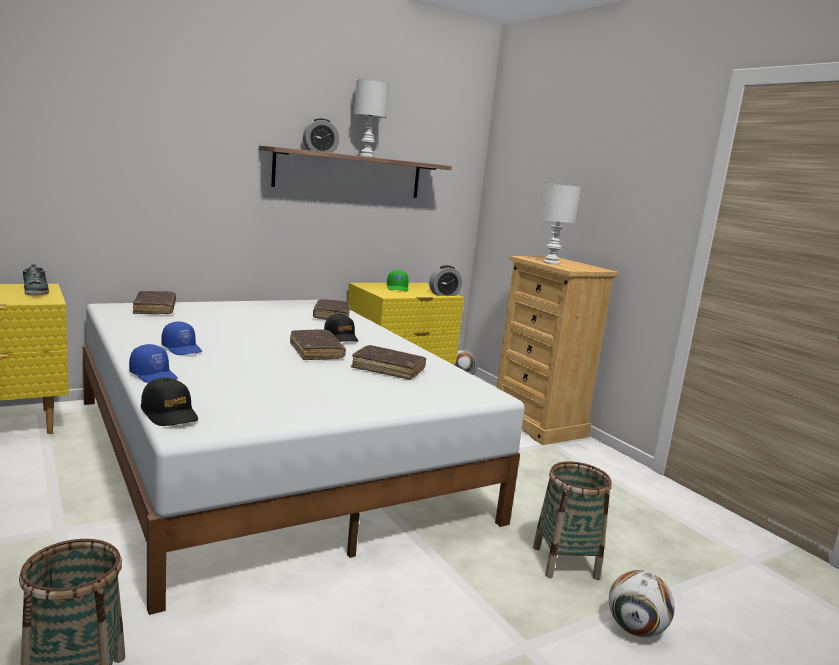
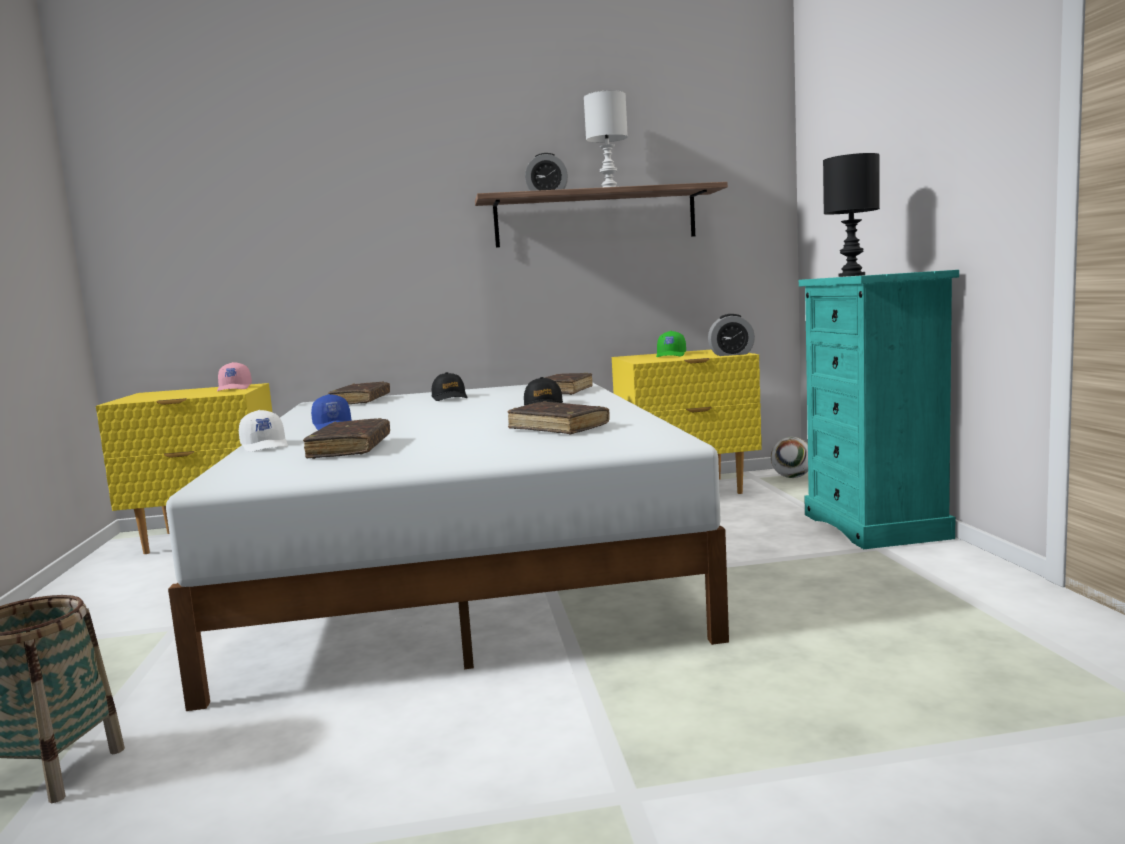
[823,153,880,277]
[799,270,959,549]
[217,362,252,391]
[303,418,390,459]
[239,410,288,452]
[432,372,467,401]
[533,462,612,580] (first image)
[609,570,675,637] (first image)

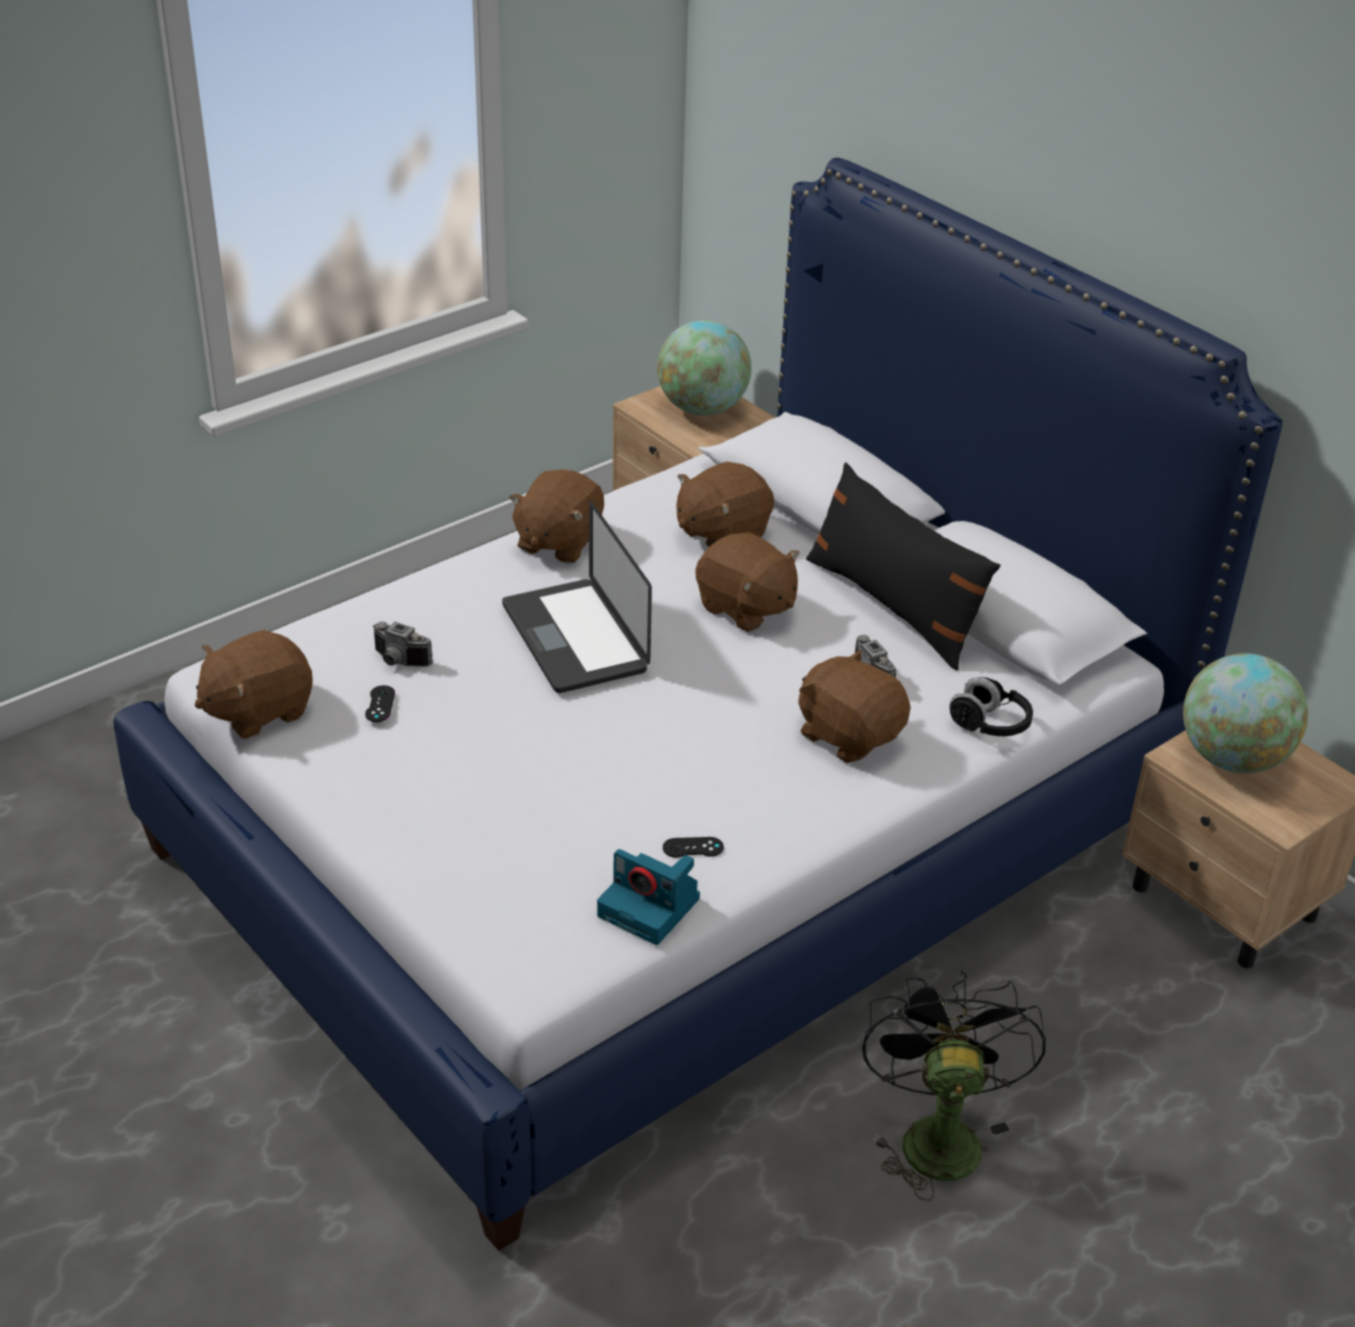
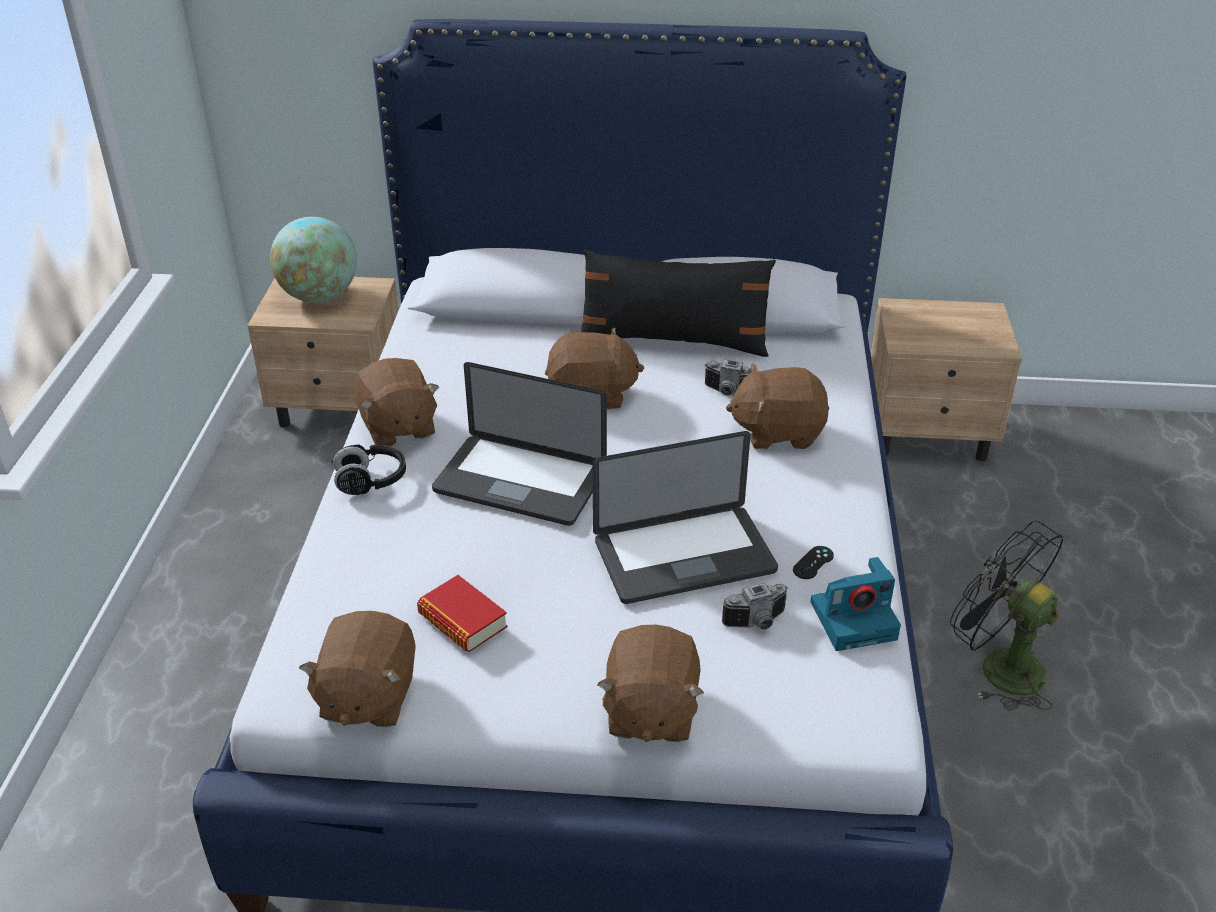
[597,625,704,742]
[722,582,788,630]
[1183,653,1308,773] (first image)
[331,444,406,495]
[417,575,508,652]
[592,431,778,604]

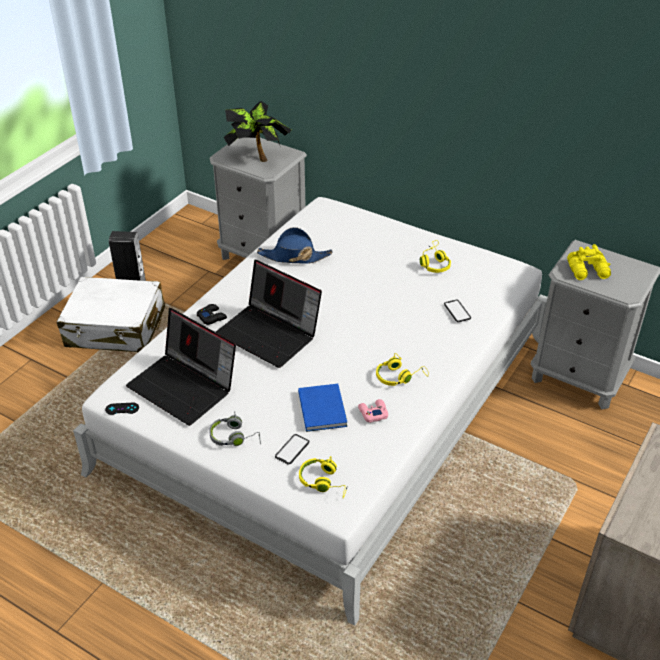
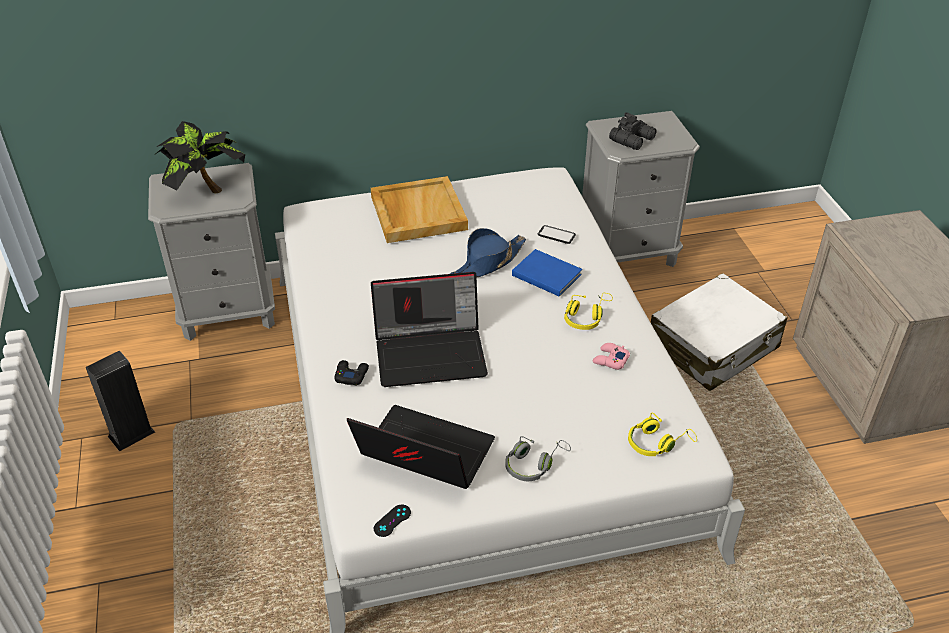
[450,228,526,277]
[420,240,451,273] (first image)
[609,112,656,150]
[651,273,788,391]
[347,405,495,489]
[512,249,582,297]
[275,434,309,465] (first image)
[371,176,468,243]

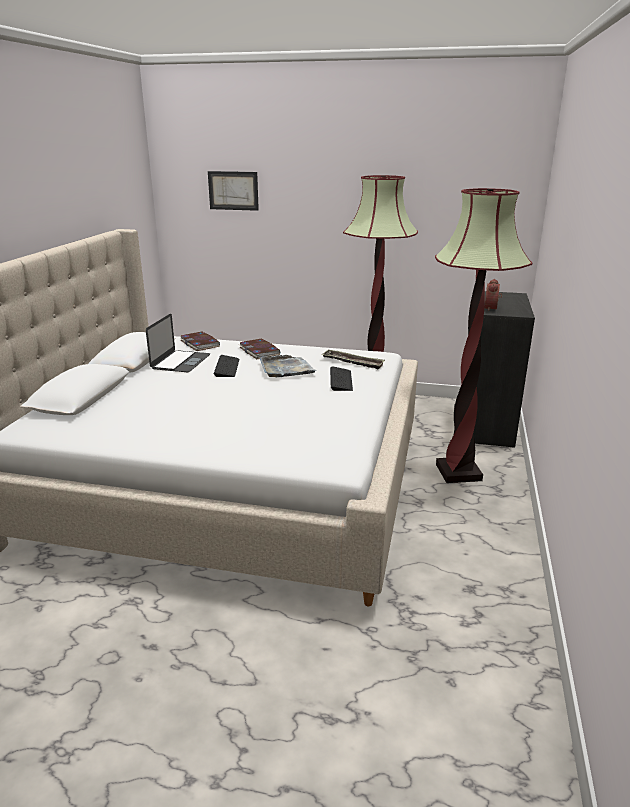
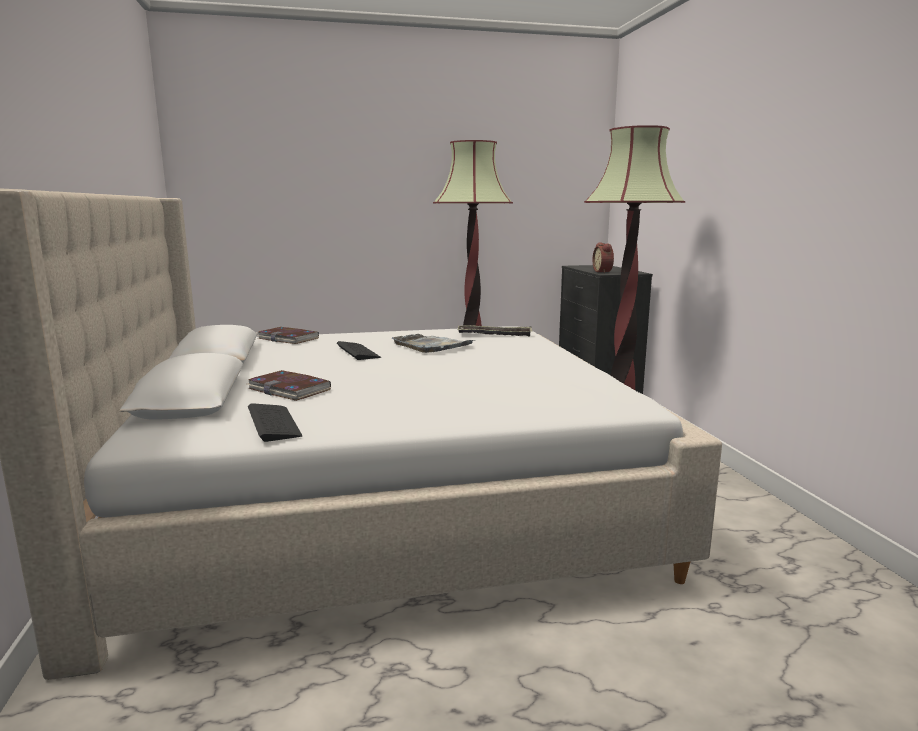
[208,171,259,211] (first image)
[146,314,210,372] (first image)
[247,370,331,401]
[248,403,303,442]

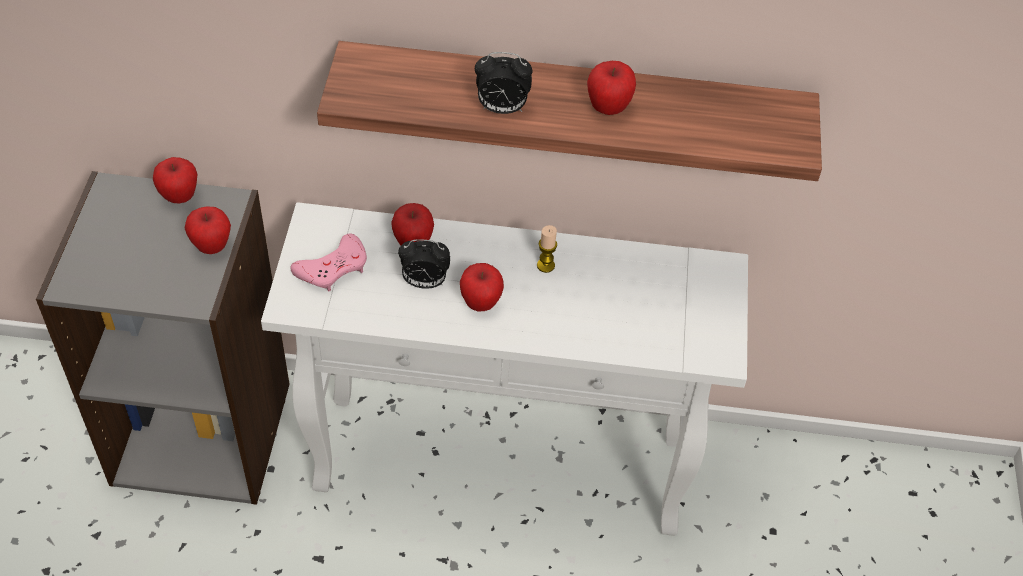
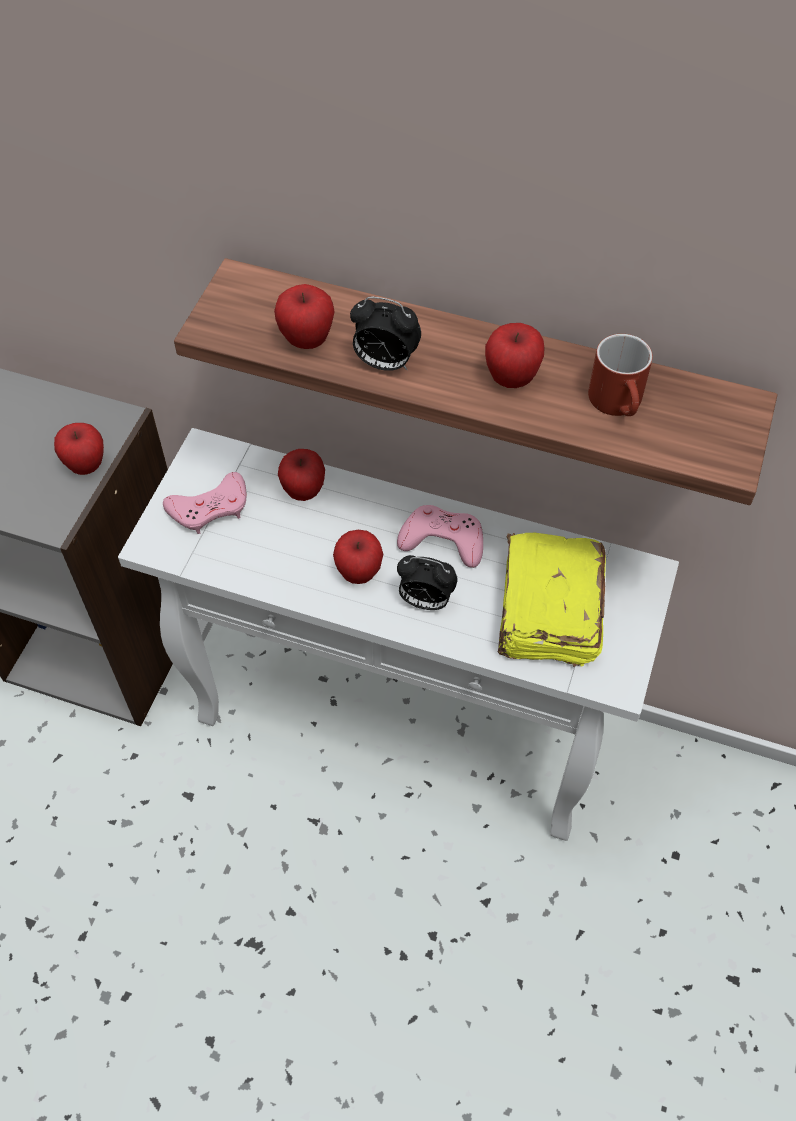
[274,284,335,349]
[397,505,483,568]
[397,555,458,610]
[588,334,653,416]
[498,532,606,667]

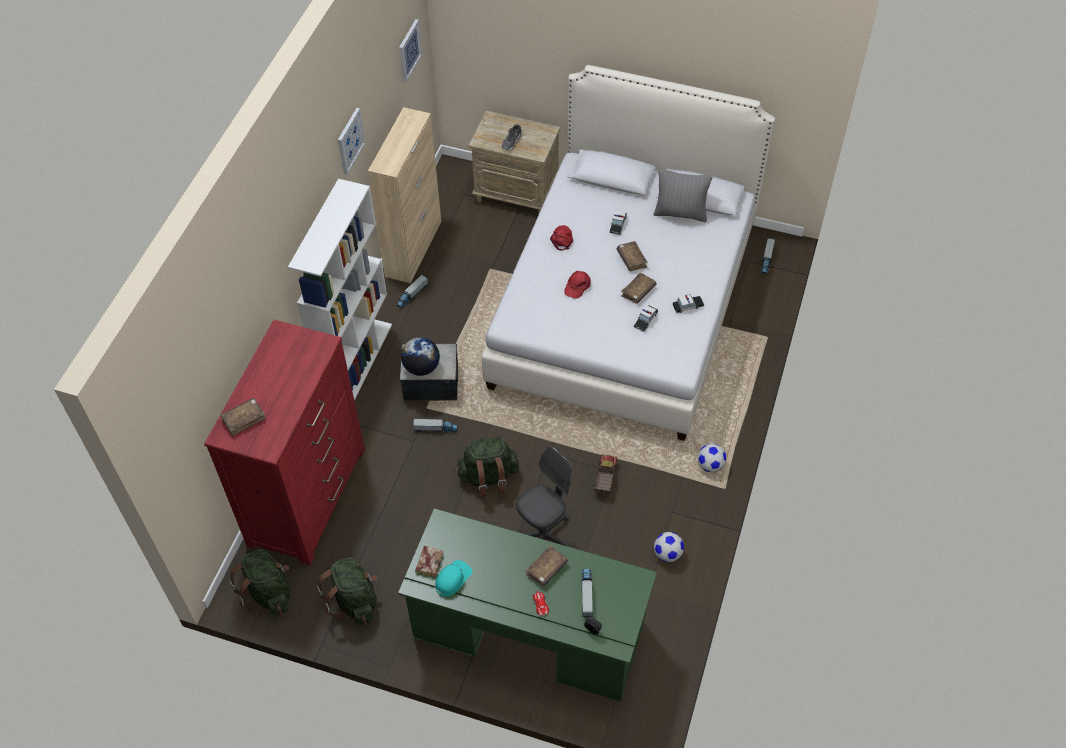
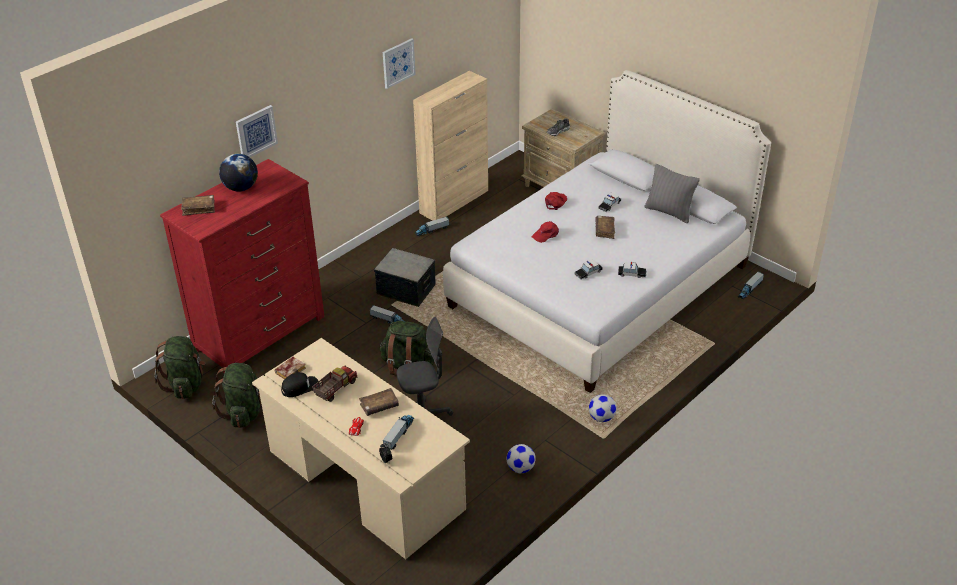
[236,105,278,157]
[288,179,392,401] (first image)
[621,272,656,304] (first image)
[219,154,258,192]
[312,366,357,402]
[252,338,470,559]
[281,372,320,397]

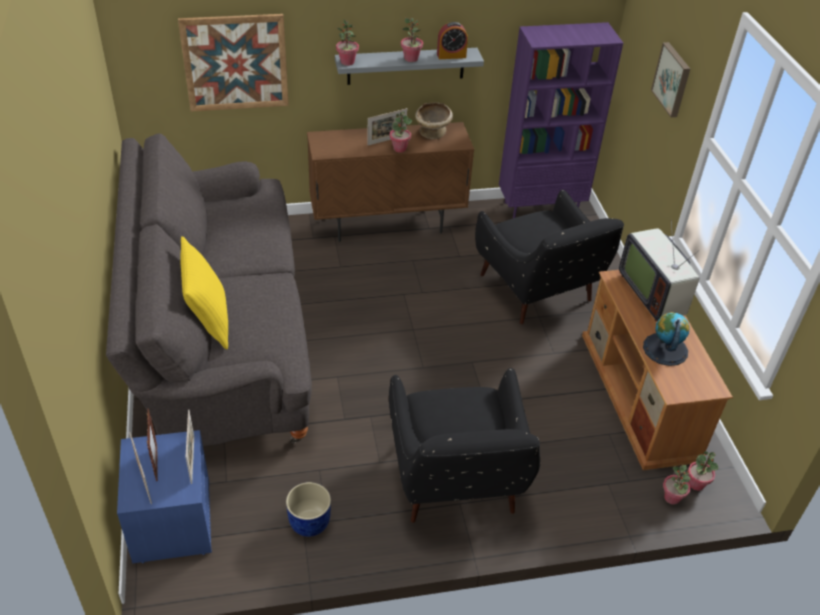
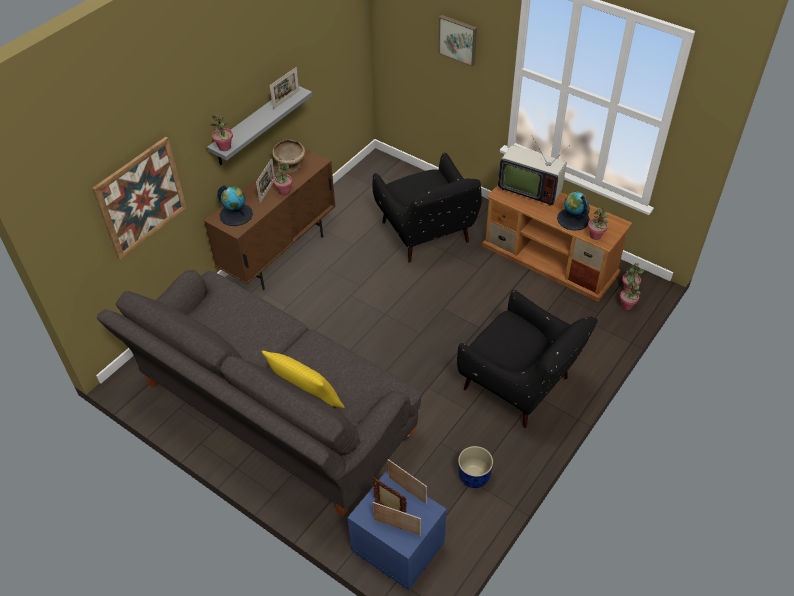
[588,208,609,240]
[270,67,299,109]
[499,22,623,218] (first image)
[372,152,482,263]
[217,185,253,226]

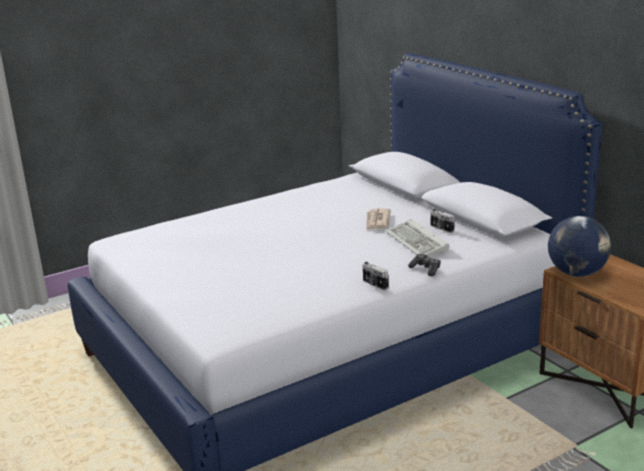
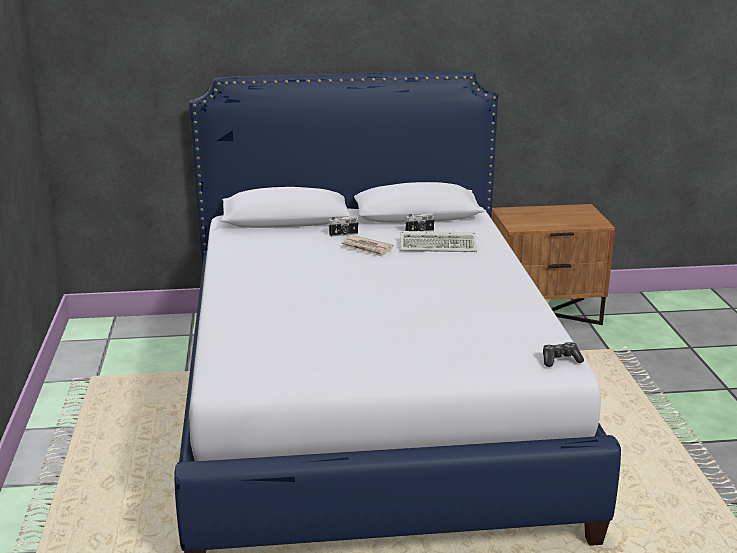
[548,216,611,277] (first image)
[543,342,584,367]
[328,216,359,237]

